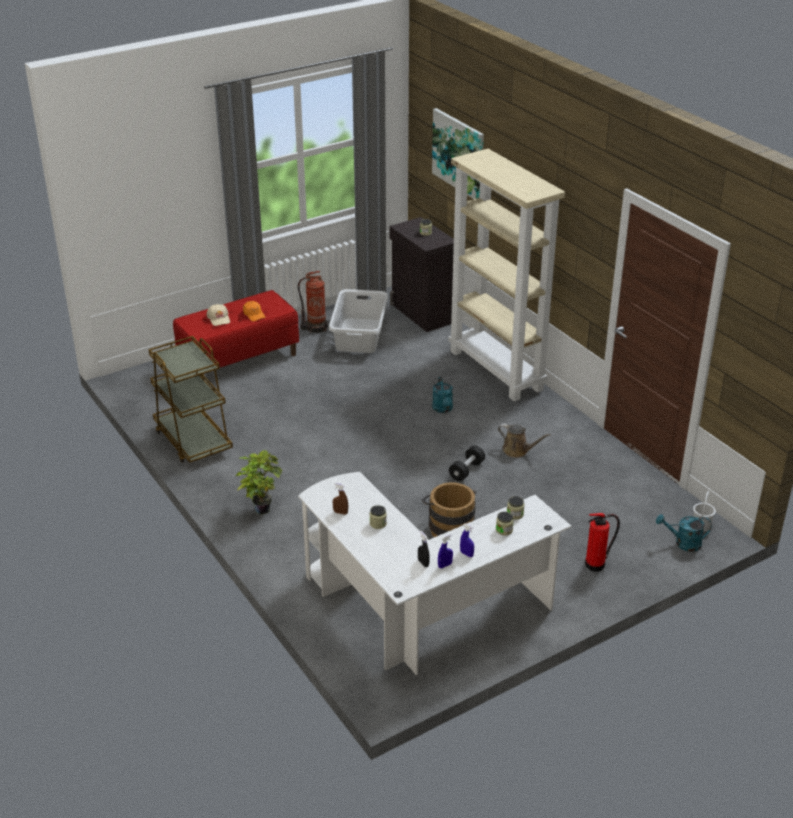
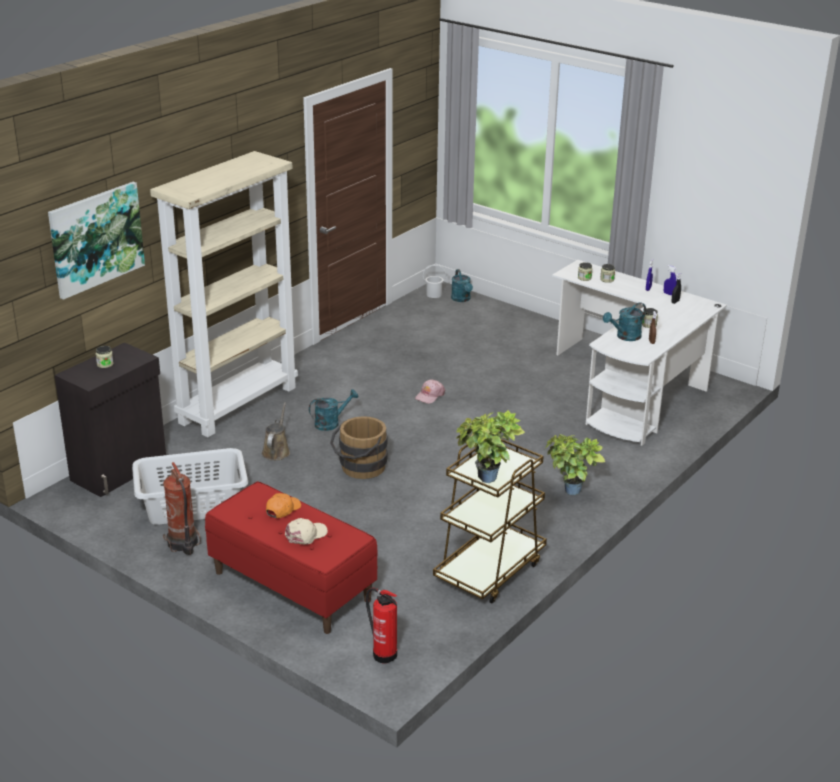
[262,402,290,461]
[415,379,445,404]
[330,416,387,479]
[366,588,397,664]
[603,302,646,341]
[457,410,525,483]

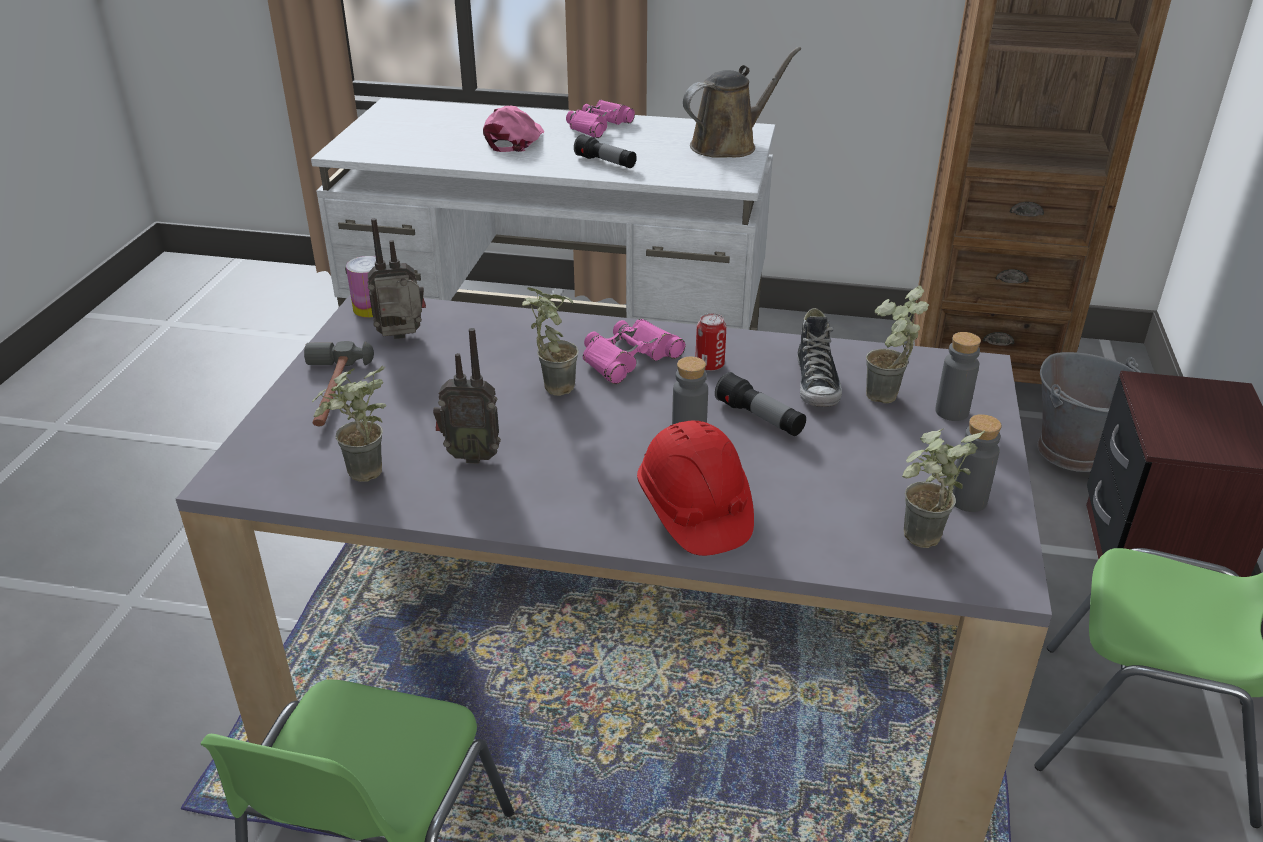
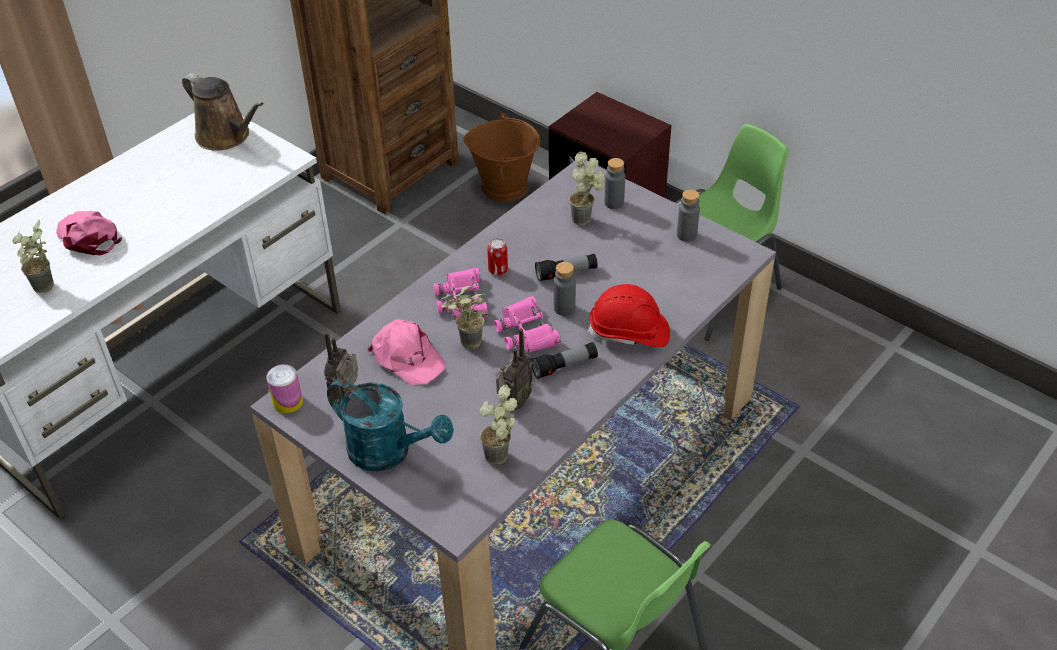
[182,73,264,151]
[494,296,561,353]
[531,342,598,379]
[797,308,842,407] (first image)
[327,379,454,472]
[463,113,540,202]
[12,220,54,293]
[368,319,446,385]

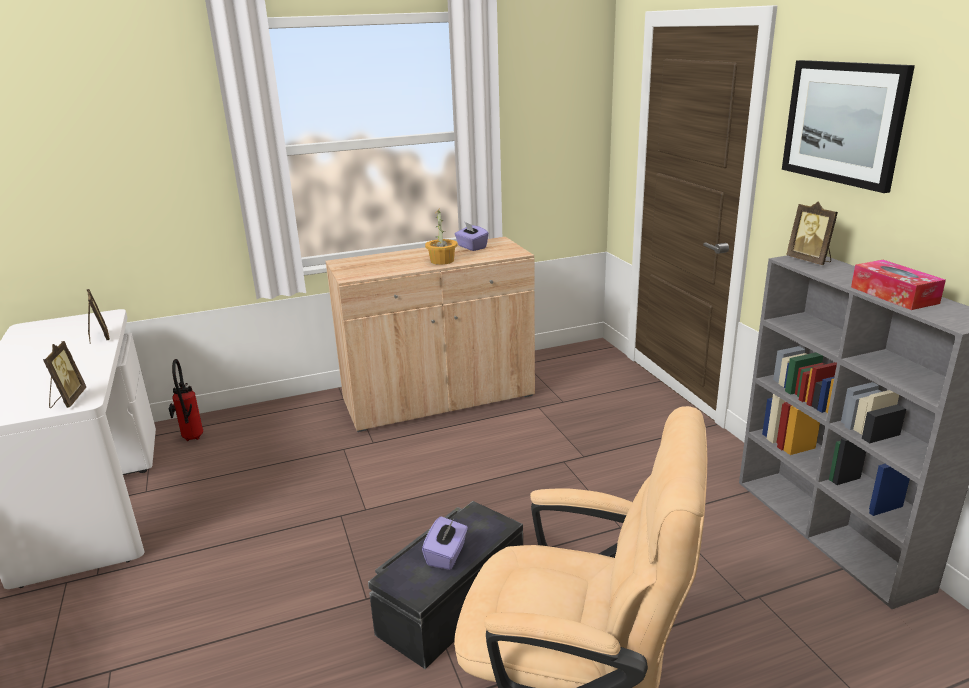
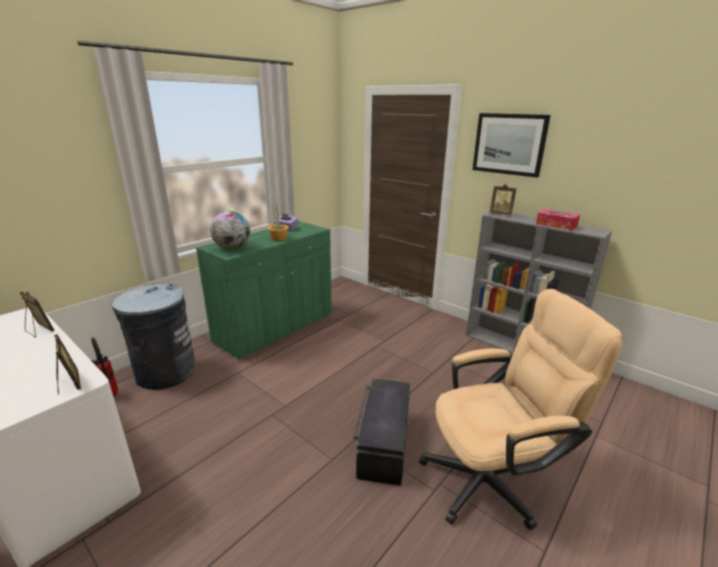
[196,221,332,360]
[422,516,468,570] (first image)
[210,211,250,250]
[112,283,196,390]

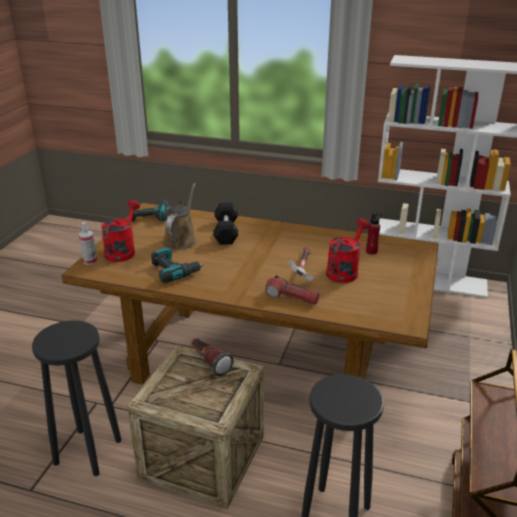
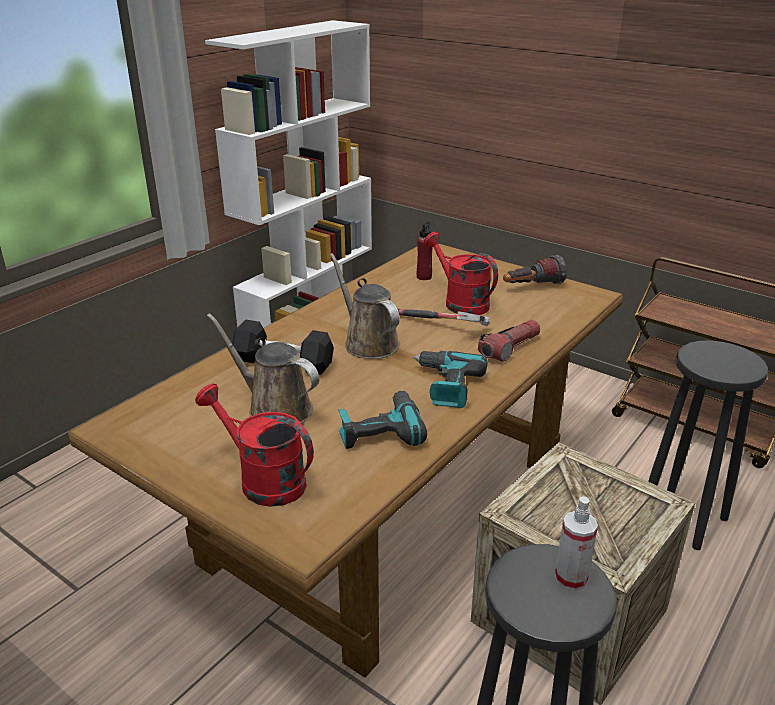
[412,351,488,408]
[555,496,598,591]
[503,255,567,284]
[330,253,400,359]

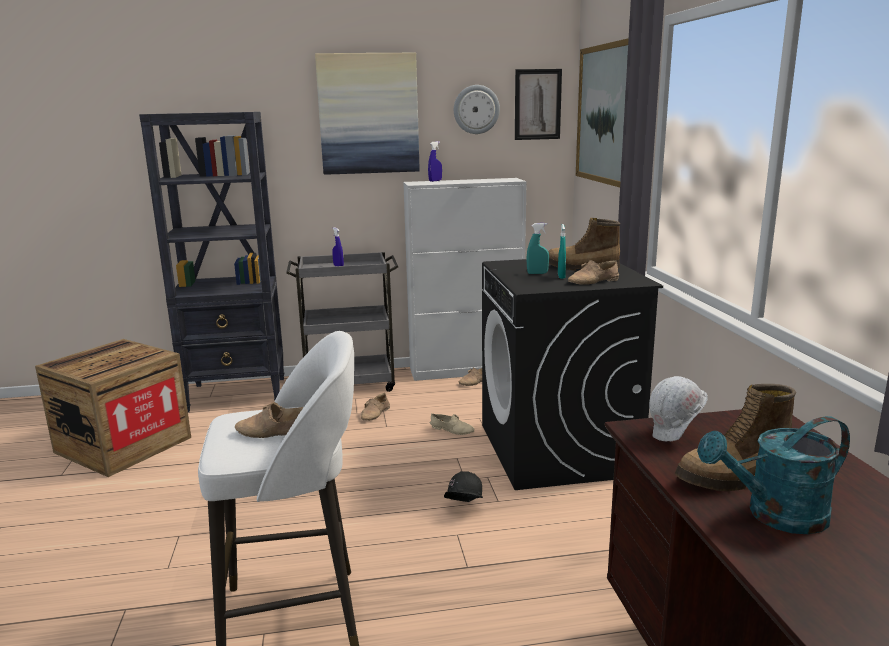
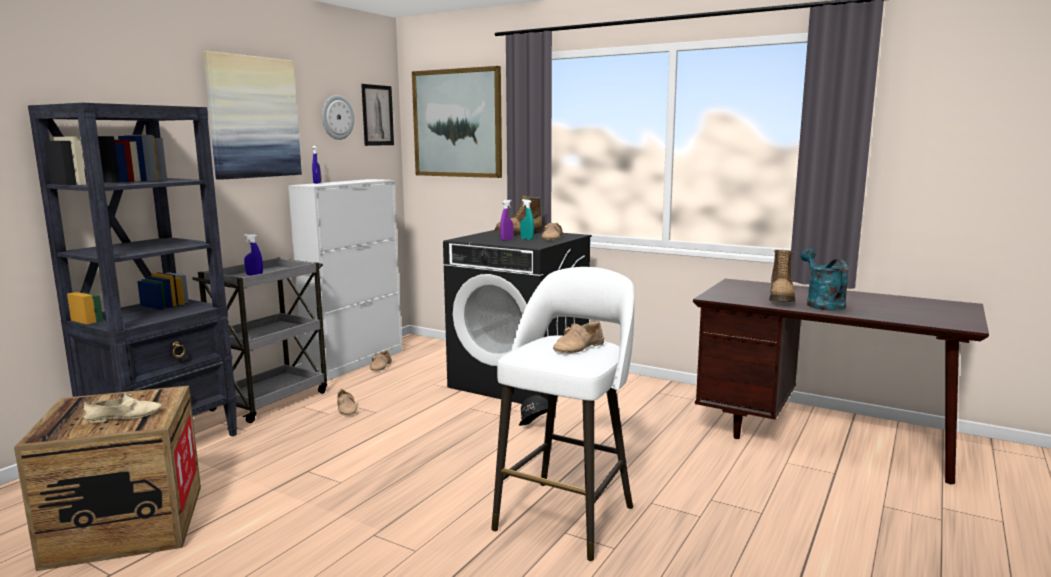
[500,200,514,241]
[649,376,708,442] (first image)
[83,393,162,423]
[801,249,849,311]

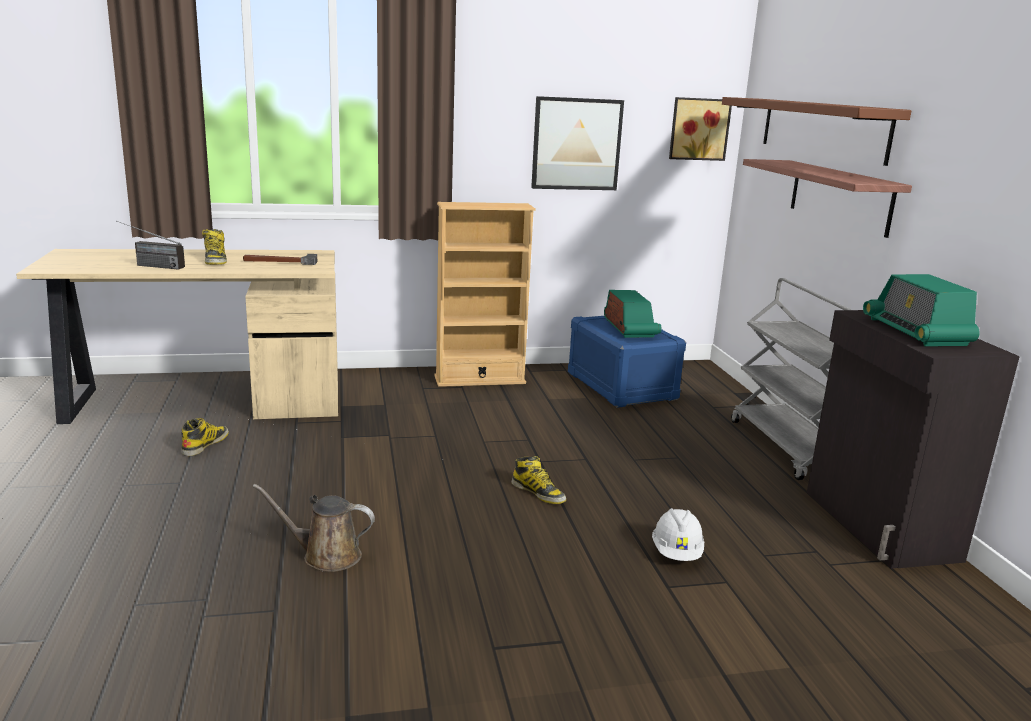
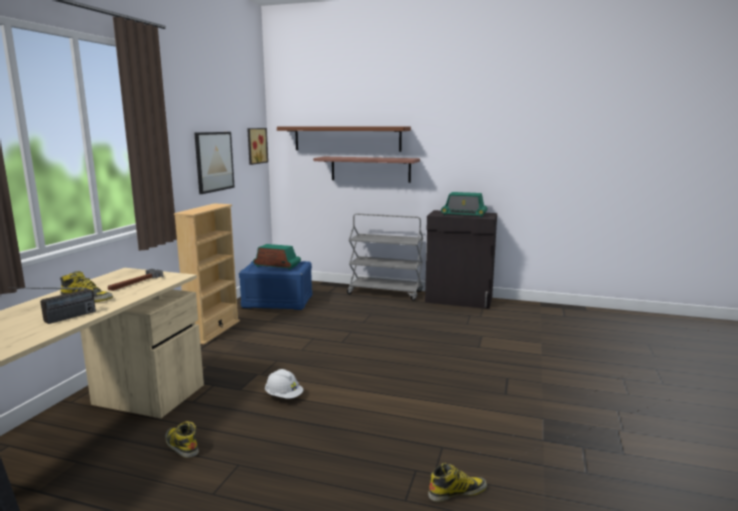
[428,463,487,502]
[252,484,375,572] (first image)
[265,369,303,399]

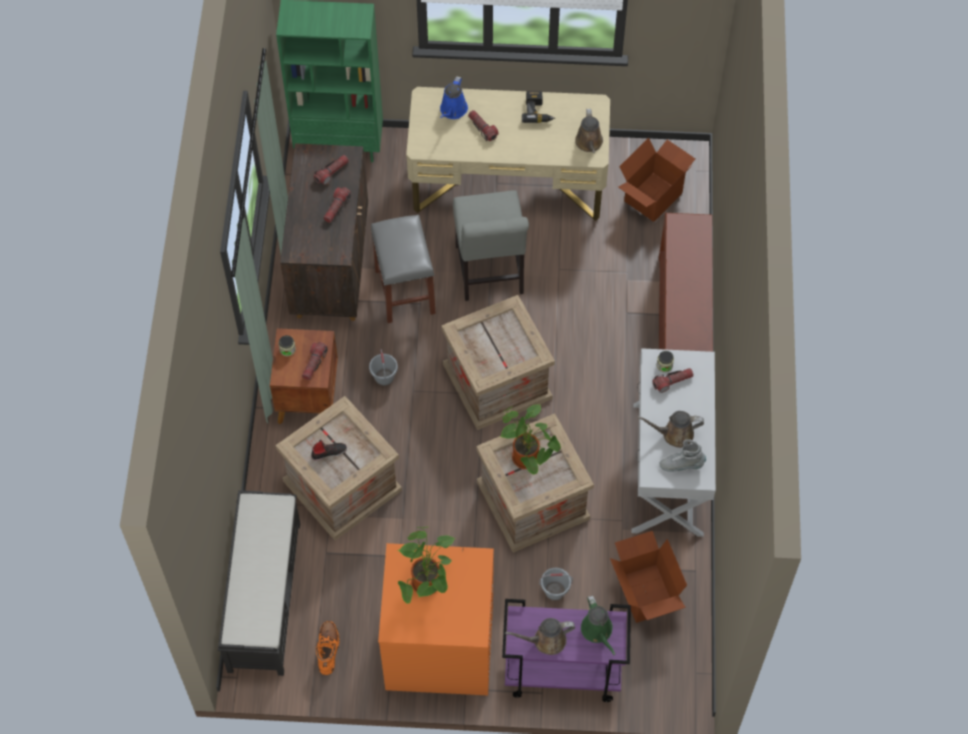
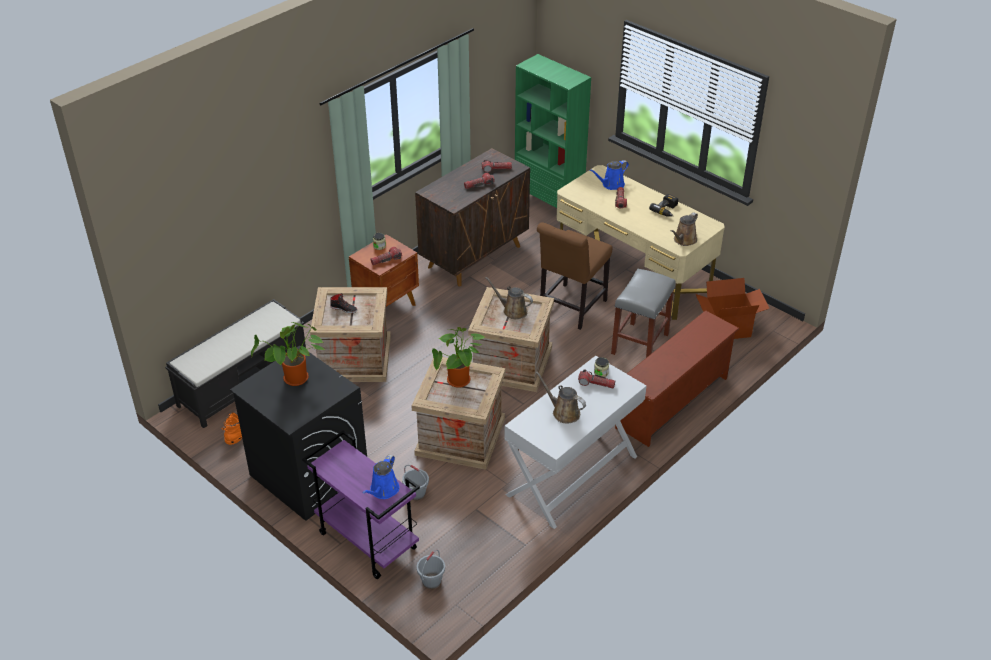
[537,222,612,330]
[611,269,676,358]
[417,550,445,589]
[659,439,706,472] (first image)
[610,531,687,623] (first image)
[230,346,367,521]
[362,455,400,499]
[485,277,533,319]

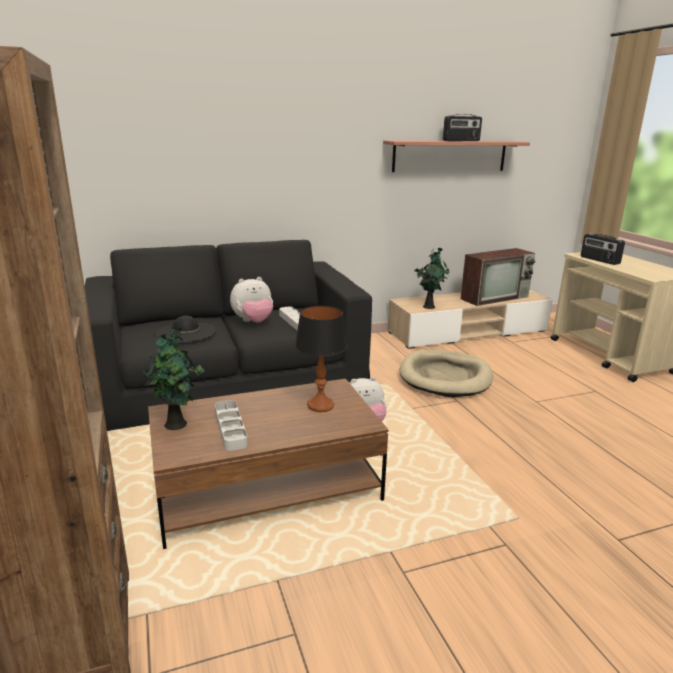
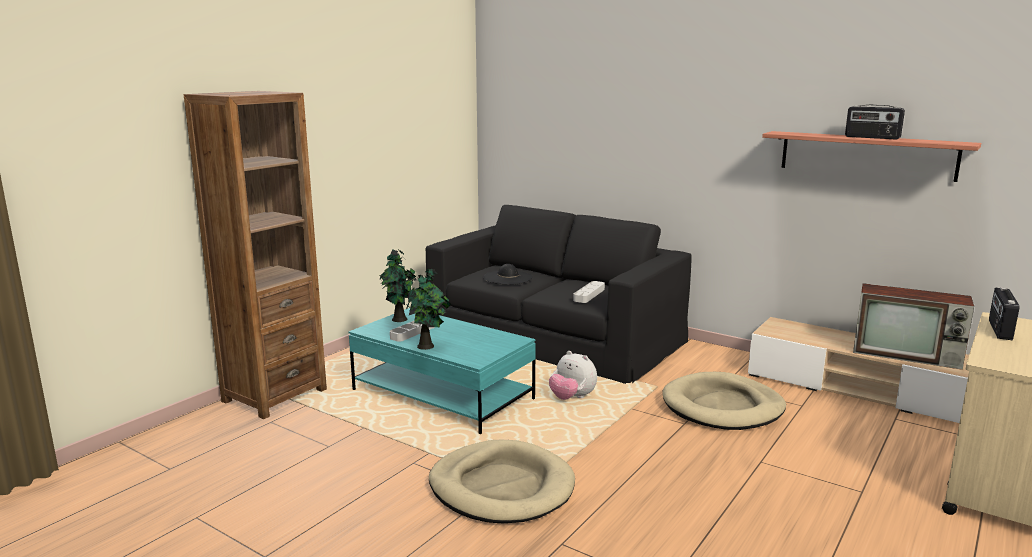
[403,269,451,350]
[230,277,273,322] (first image)
[295,306,348,412] (first image)
[348,308,536,434]
[429,439,575,523]

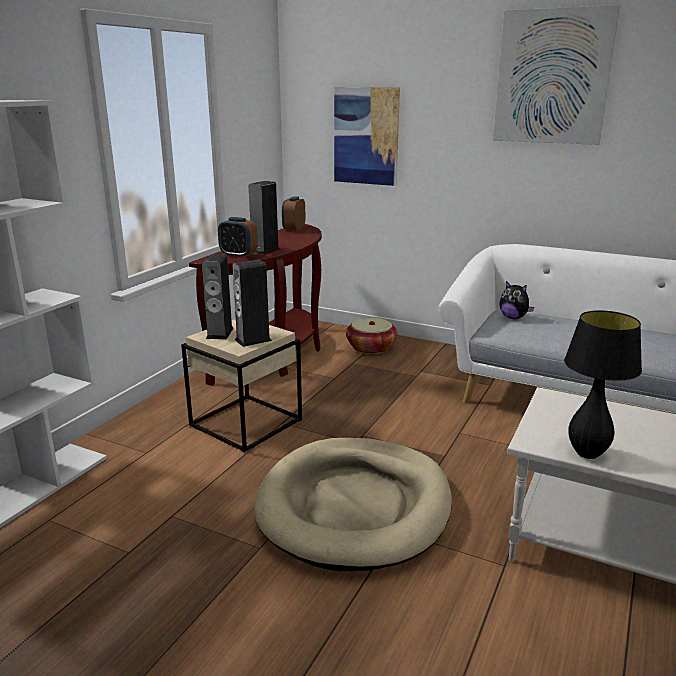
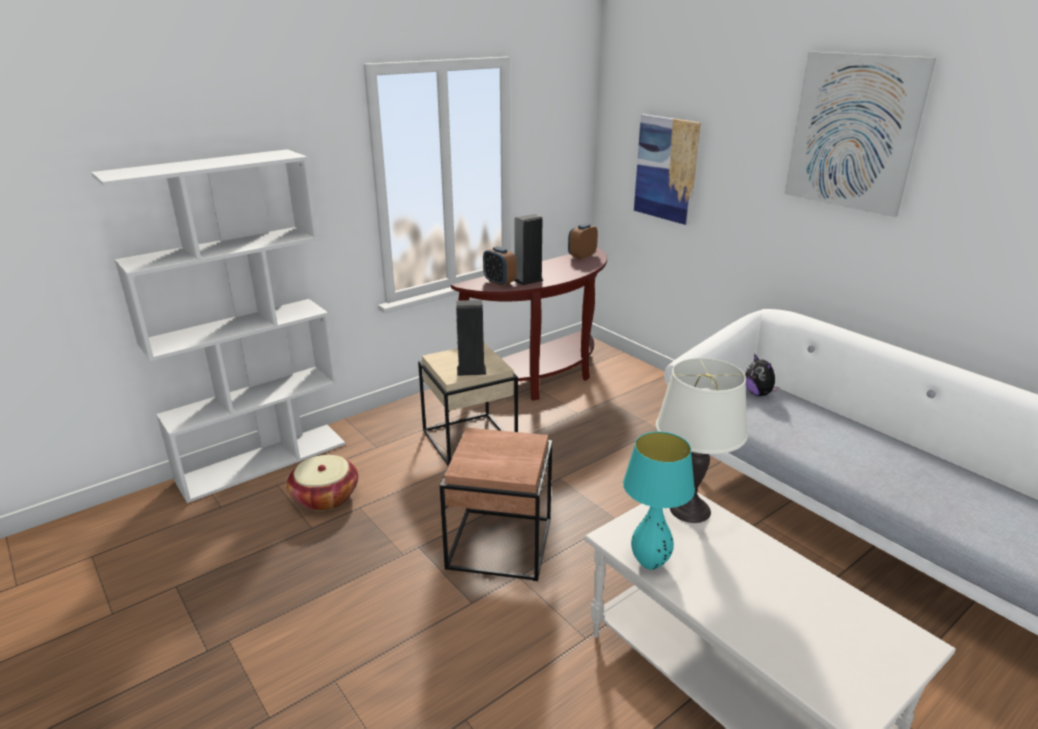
[202,254,234,340] (first image)
[623,432,695,570]
[287,455,358,511]
[440,427,552,581]
[656,358,748,523]

